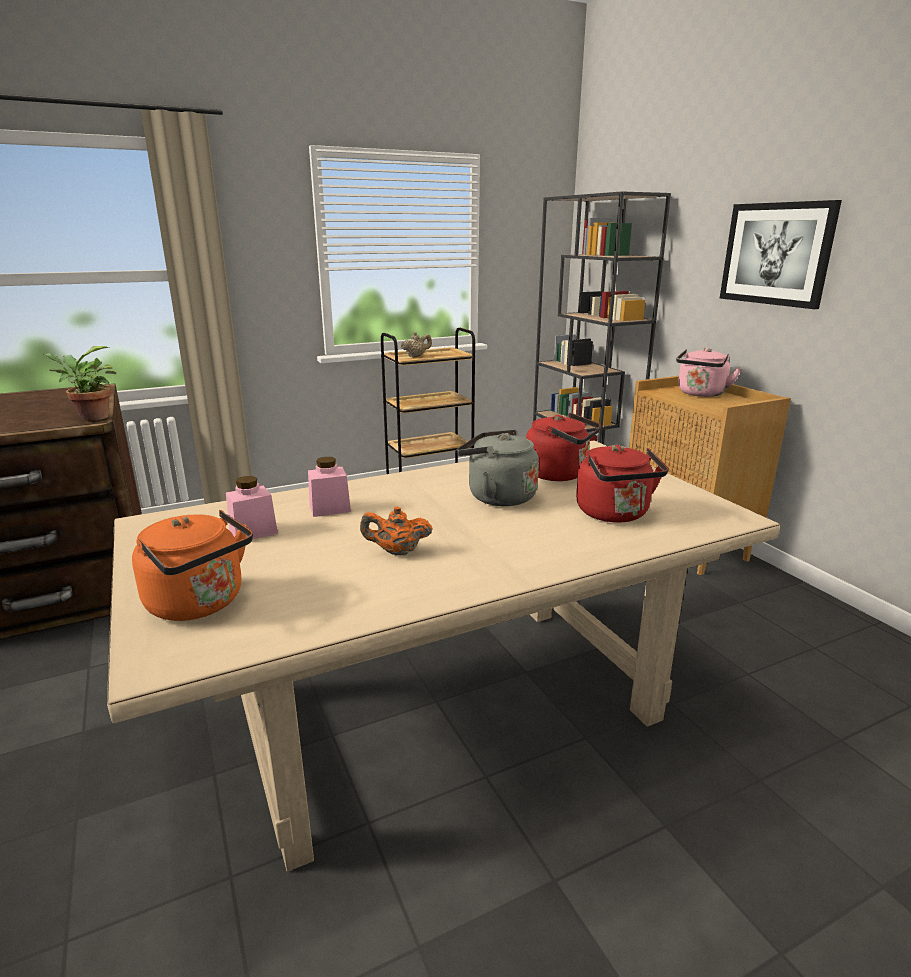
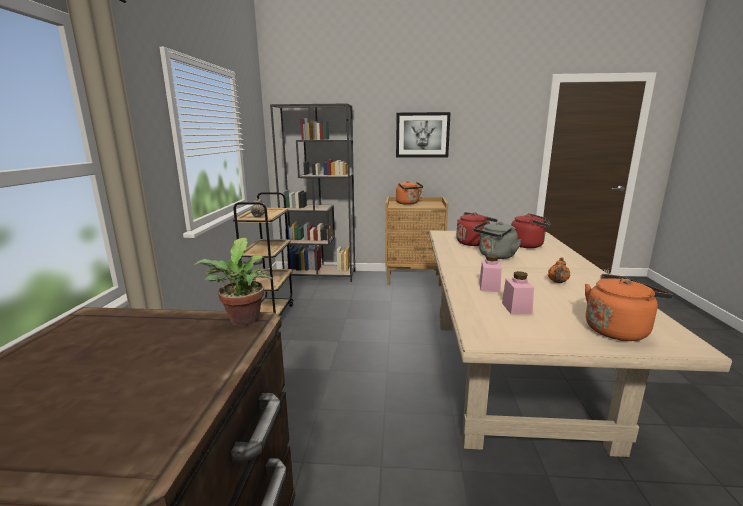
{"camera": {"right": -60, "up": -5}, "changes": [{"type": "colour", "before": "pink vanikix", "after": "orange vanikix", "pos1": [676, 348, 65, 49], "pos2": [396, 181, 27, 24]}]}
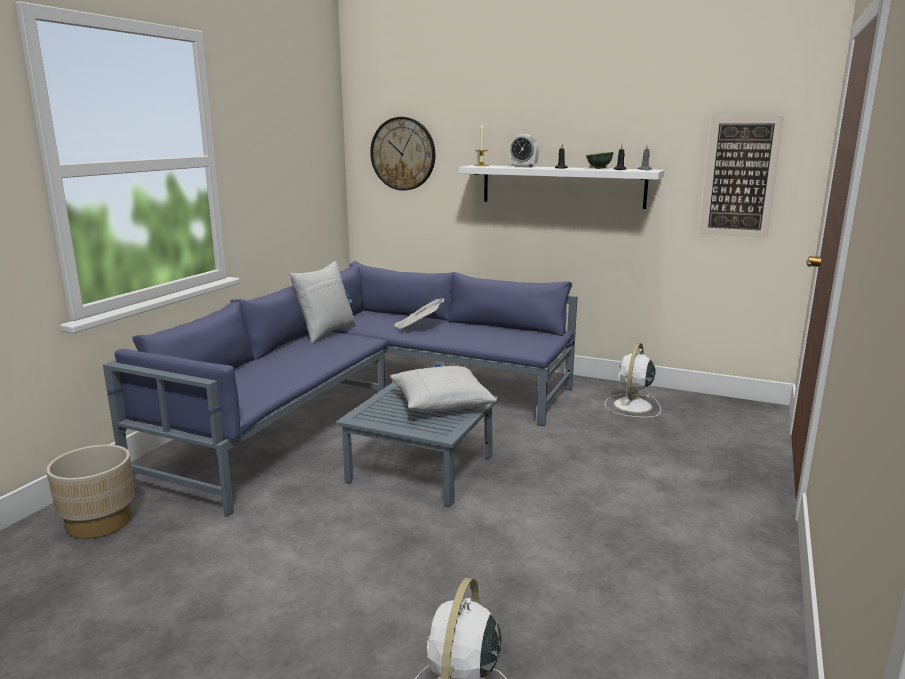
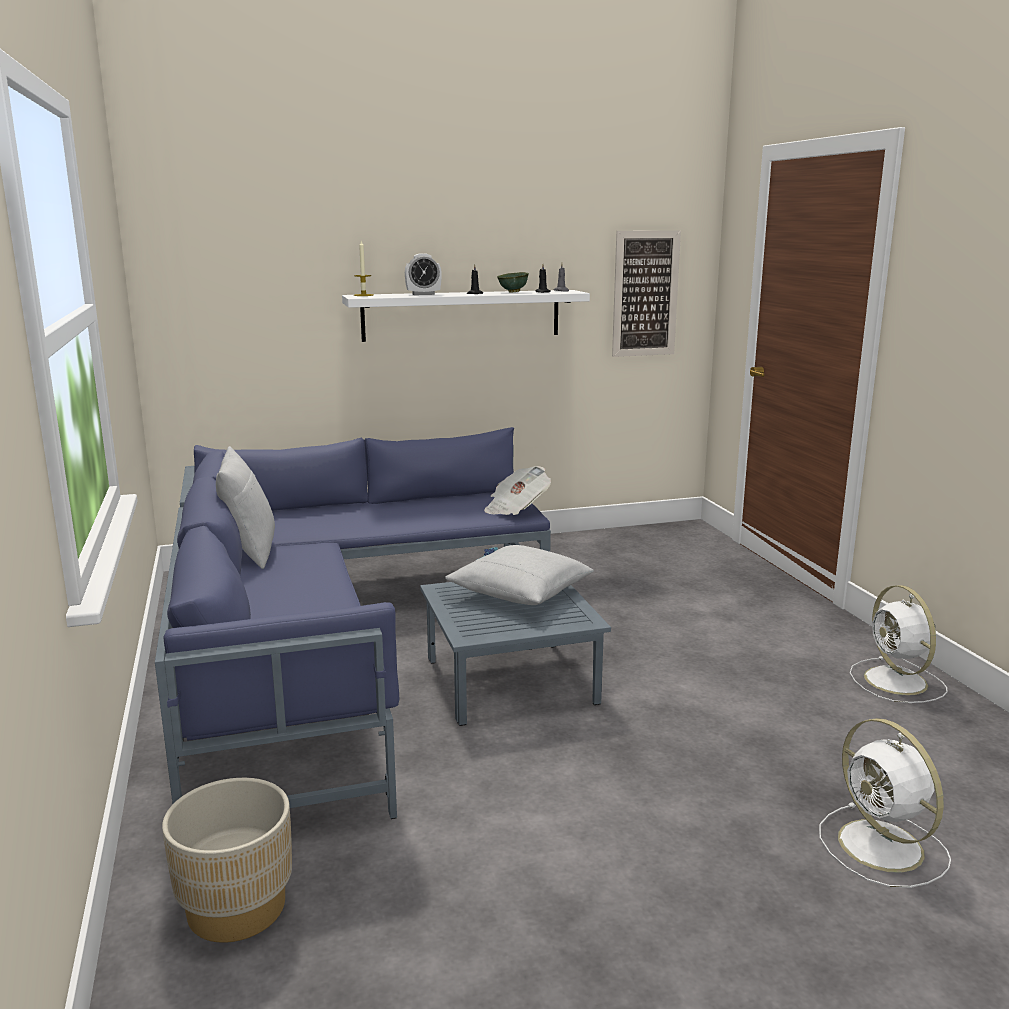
{"camera": {"right": -40, "up": 0}, "changes": [{"type": "missing", "before": "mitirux", "pos1": [370, 117, 65, 74]}, {"type": "relocated", "before": "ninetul", "pos1": [395, 298, 49, 31], "pos2": [484, 466, 67, 49]}, {"type": "relocated", "before": "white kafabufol", "pos1": [605, 343, 56, 75], "pos2": [850, 585, 98, 118]}]}
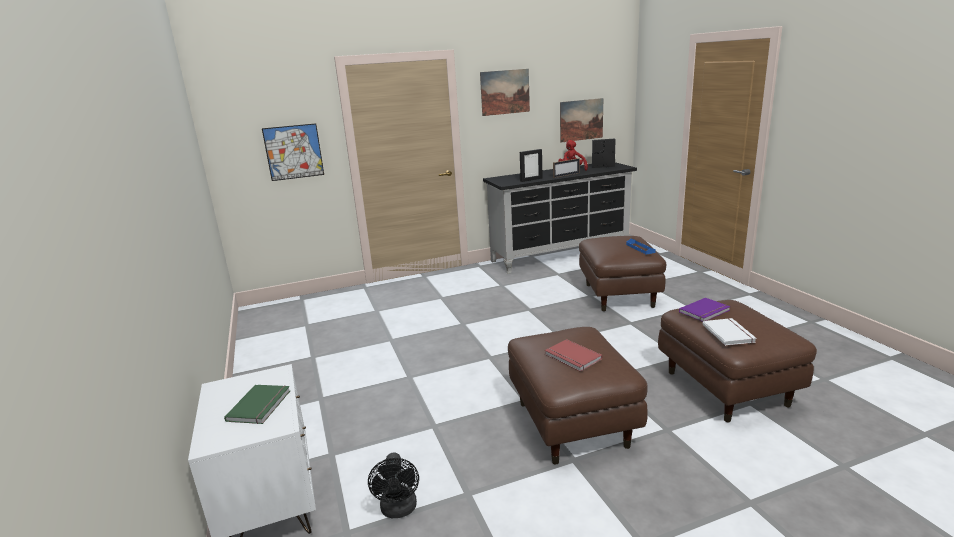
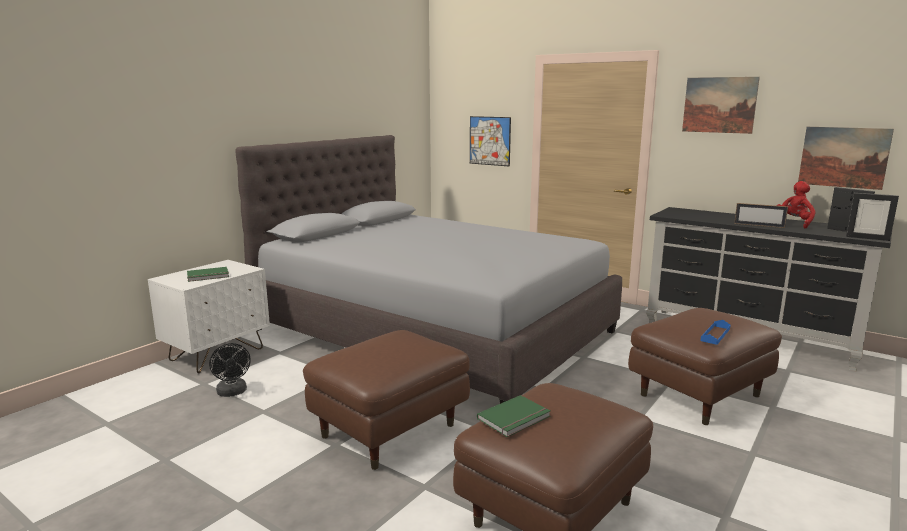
{"camera": {"right": 55, "up": -5}, "changes": [{"type": "spun", "before": "black kafabufol", "pos1": [368, 452, 51, 66], "pos2": [209, 343, 42, 54], "turn": -75}, {"type": "relocated", "before": "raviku", "pos1": [520, 149, 23, 33], "pos2": [846, 193, 53, 48]}, {"type": "missing", "before": "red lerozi", "pos1": [545, 339, 57, 33]}, {"type": "missing", "before": "purple lerozi", "pos1": [679, 298, 51, 24]}, {"type": "colour", "before": "white lerozi", "after": "green lerozi", "pos1": [703, 318, 53, 28], "pos2": [477, 395, 73, 42]}, {"type": "appeared", "after": "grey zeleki", "pos2": [235, 135, 387, 269]}]}
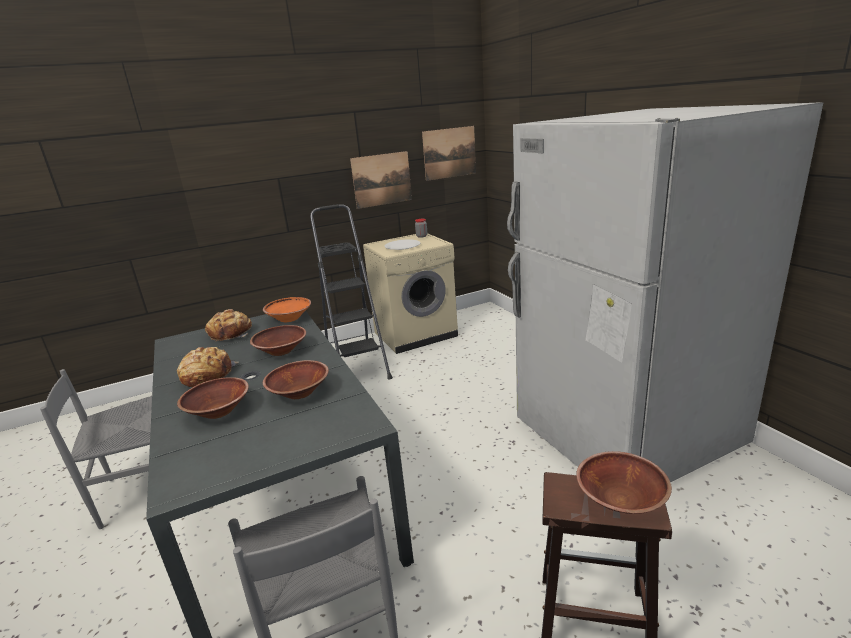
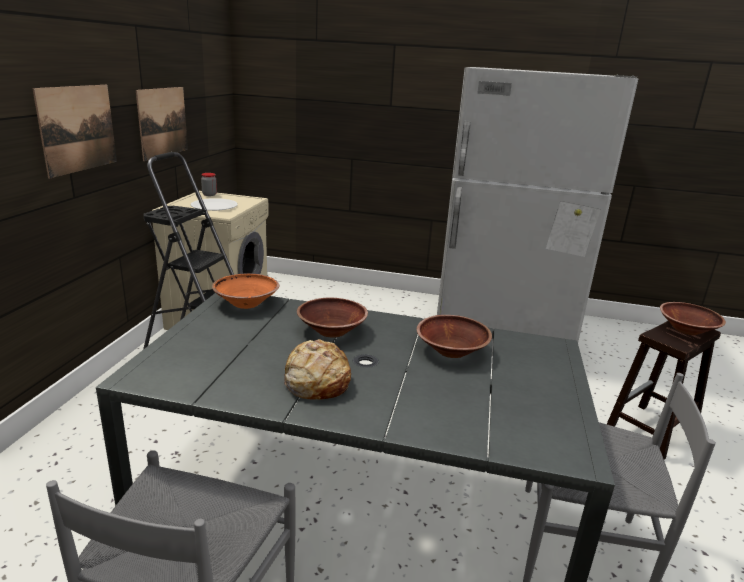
{"camera": {"right": -55, "up": 0}, "changes": [{"type": "missing", "before": "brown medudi", "pos1": [177, 377, 72, 42]}, {"type": "missing", "before": "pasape", "pos1": [205, 309, 47, 32]}, {"type": "relocated", "before": "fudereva", "pos1": [422, 126, 54, 55], "pos2": [32, 85, 85, 93]}]}
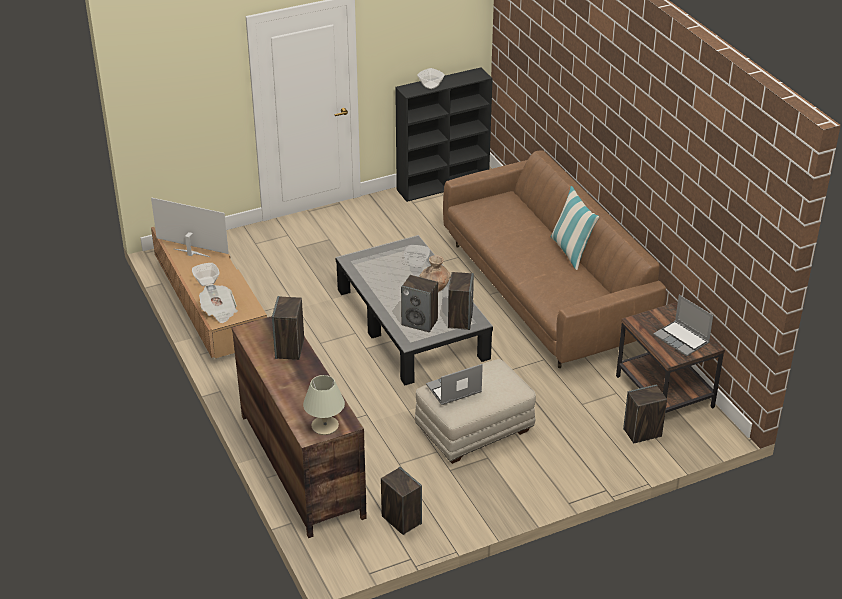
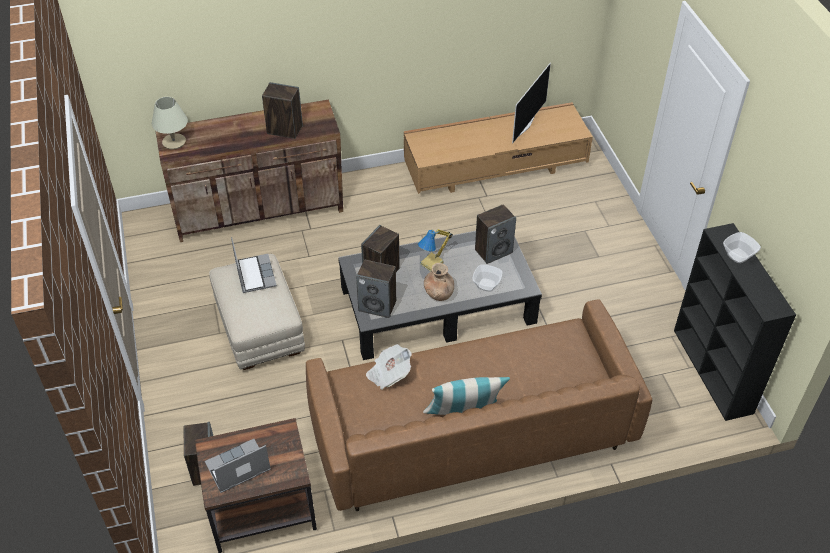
{"camera": {"right": 100, "up": 10}, "changes": [{"type": "missing", "before": "medudi", "pos1": [192, 263, 28, 23]}, {"type": "relocated", "before": "ninetul", "pos1": [199, 284, 39, 39], "pos2": [366, 344, 46, 46]}, {"type": "relocated", "before": "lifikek", "pos1": [381, 467, 41, 68], "pos2": [475, 204, 41, 60]}, {"type": "appeared", "after": "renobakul", "pos2": [418, 229, 35, 42]}]}
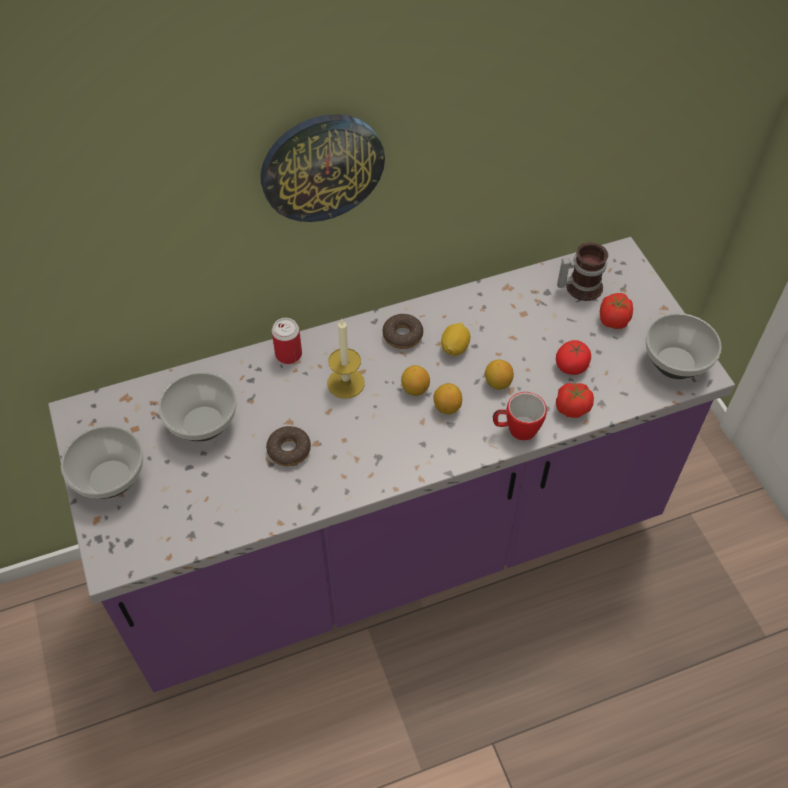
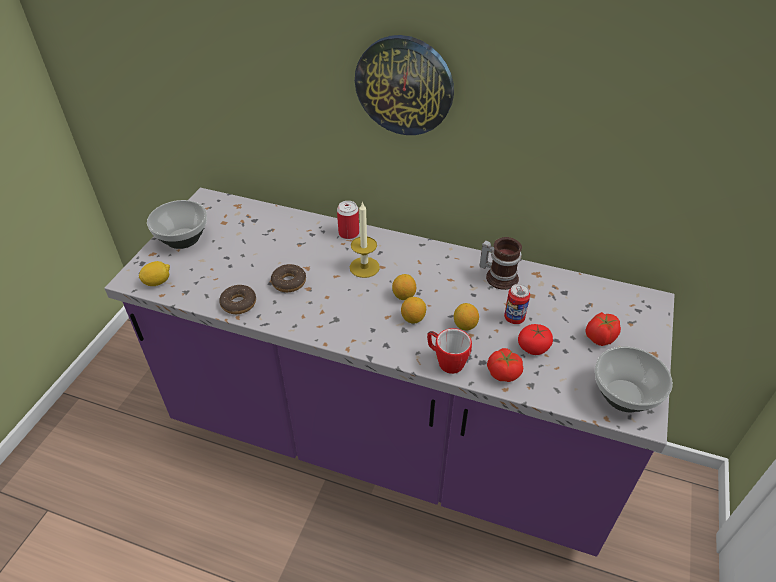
{"camera": {"right": 40, "up": -10}, "changes": [{"type": "missing", "before": "medudi", "pos1": [158, 372, 79, 69]}, {"type": "relocated", "before": "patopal", "pos1": [383, 314, 40, 35], "pos2": [219, 285, 37, 29]}, {"type": "relocated", "before": "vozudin", "pos1": [441, 323, 29, 33], "pos2": [139, 261, 31, 25]}, {"type": "relocated", "before": "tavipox", "pos1": [557, 242, 51, 59], "pos2": [480, 237, 42, 53]}, {"type": "appeared", "after": "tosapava", "pos2": [504, 284, 26, 40]}]}
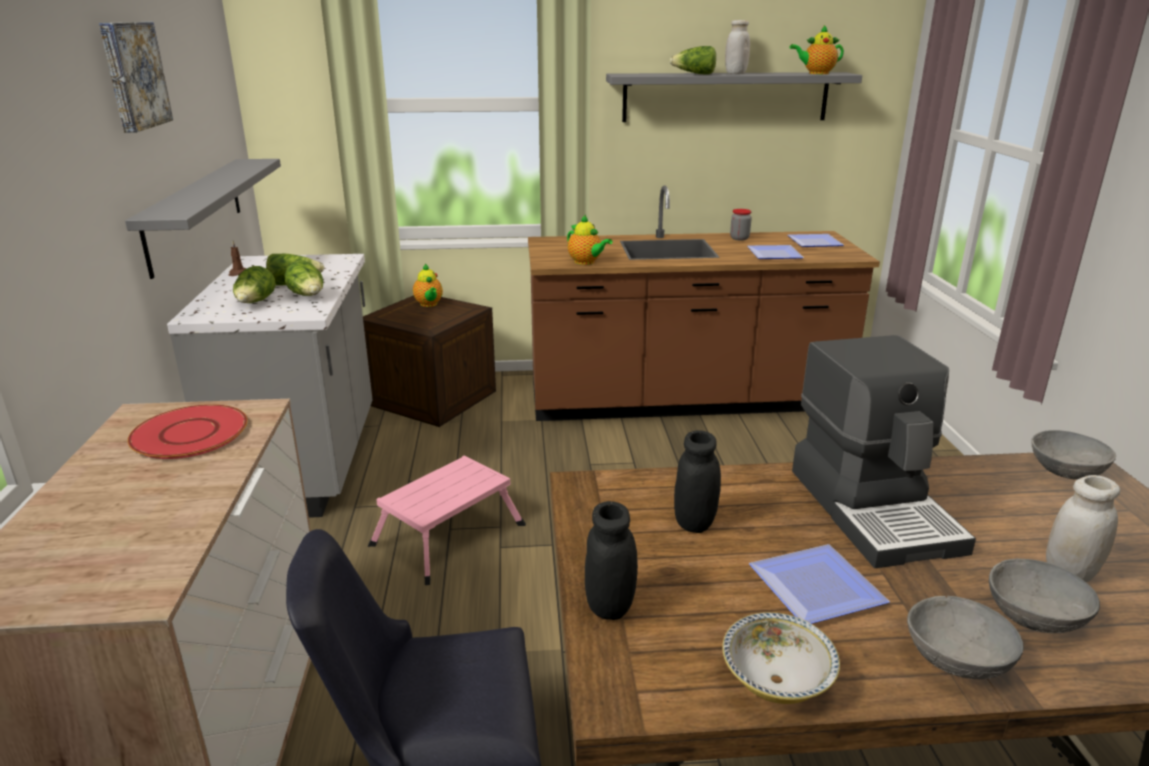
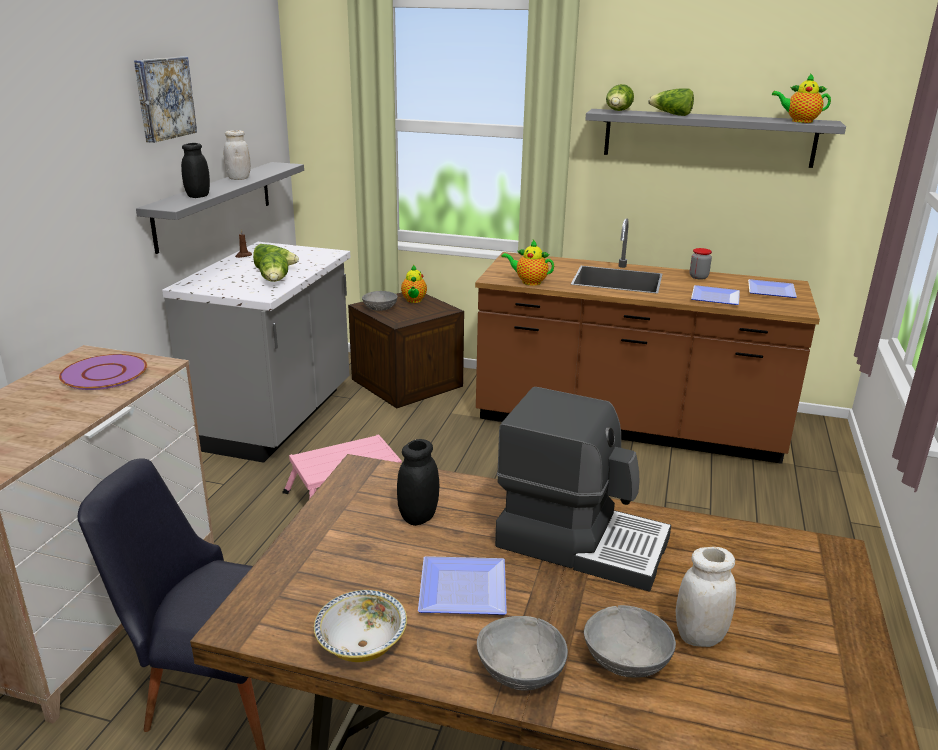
{"camera": {"right": 20, "up": 0}, "changes": [{"type": "colour", "before": "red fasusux", "after": "purple fasusux", "pos1": [127, 404, 121, 55], "pos2": [59, 354, 88, 36]}, {"type": "relocated", "before": "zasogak", "pos1": [233, 266, 43, 37], "pos2": [606, 84, 28, 27]}, {"type": "spun", "before": "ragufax", "pos1": [567, 215, 46, 50], "pos2": [501, 240, 53, 46], "turn": 135}, {"type": "relocated", "before": "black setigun", "pos1": [585, 501, 53, 119], "pos2": [181, 143, 29, 55]}, {"type": "relocated", "before": "white setigun", "pos1": [725, 20, 25, 54], "pos2": [224, 130, 27, 50]}, {"type": "spun", "before": "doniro", "pos1": [792, 335, 184, 233], "pos2": [495, 387, 176, 205], "turn": -75}, {"type": "relocated", "before": "grey medudi", "pos1": [1031, 430, 85, 50], "pos2": [362, 291, 35, 20]}]}
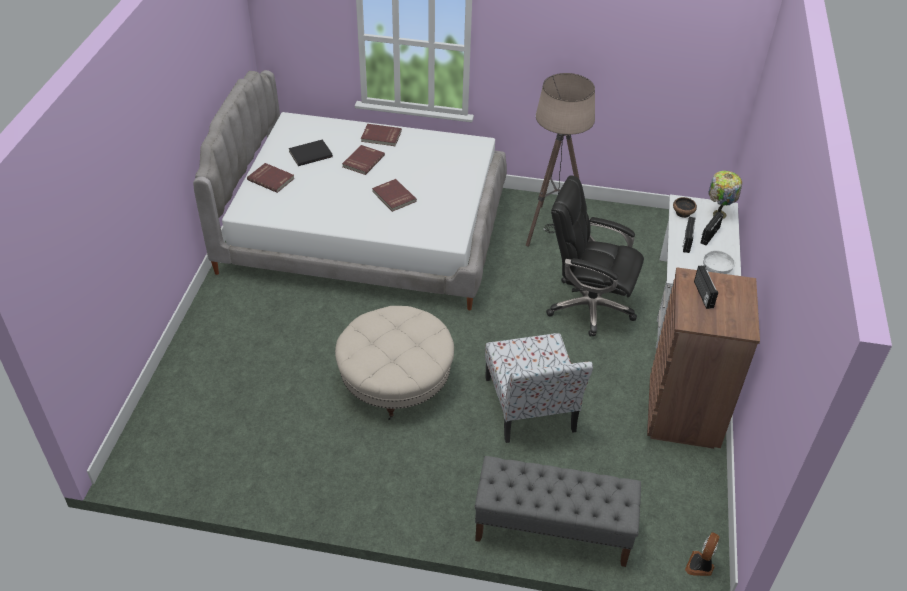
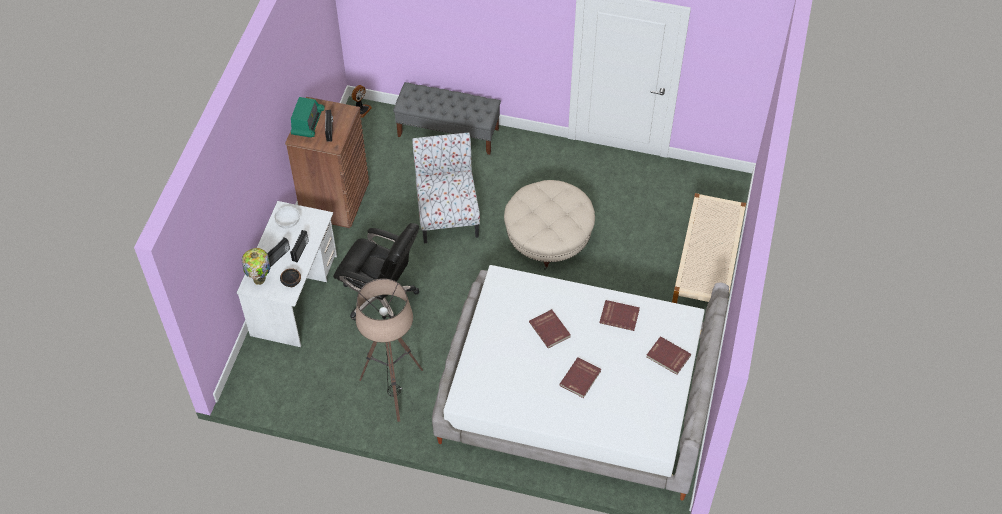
{"camera": {"right": -175, "up": 10}, "changes": [{"type": "missing", "before": "black lerozi", "pos1": [289, 139, 44, 27]}, {"type": "relocated", "before": "red lerozi", "pos1": [361, 124, 41, 22], "pos2": [599, 300, 41, 31]}, {"type": "appeared", "after": "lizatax", "pos2": [291, 97, 34, 40]}, {"type": "appeared", "after": "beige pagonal", "pos2": [672, 193, 74, 110]}]}
